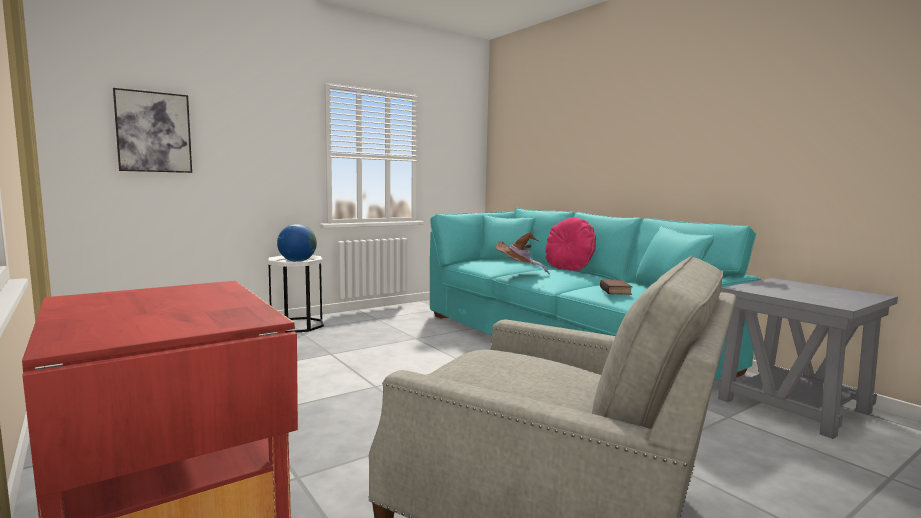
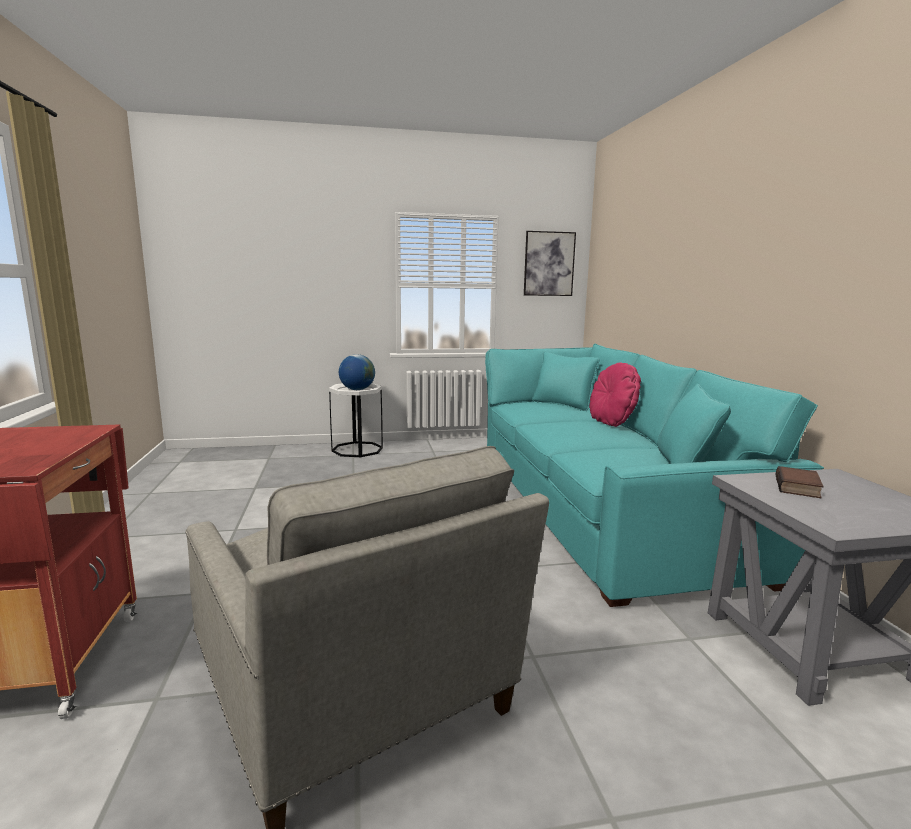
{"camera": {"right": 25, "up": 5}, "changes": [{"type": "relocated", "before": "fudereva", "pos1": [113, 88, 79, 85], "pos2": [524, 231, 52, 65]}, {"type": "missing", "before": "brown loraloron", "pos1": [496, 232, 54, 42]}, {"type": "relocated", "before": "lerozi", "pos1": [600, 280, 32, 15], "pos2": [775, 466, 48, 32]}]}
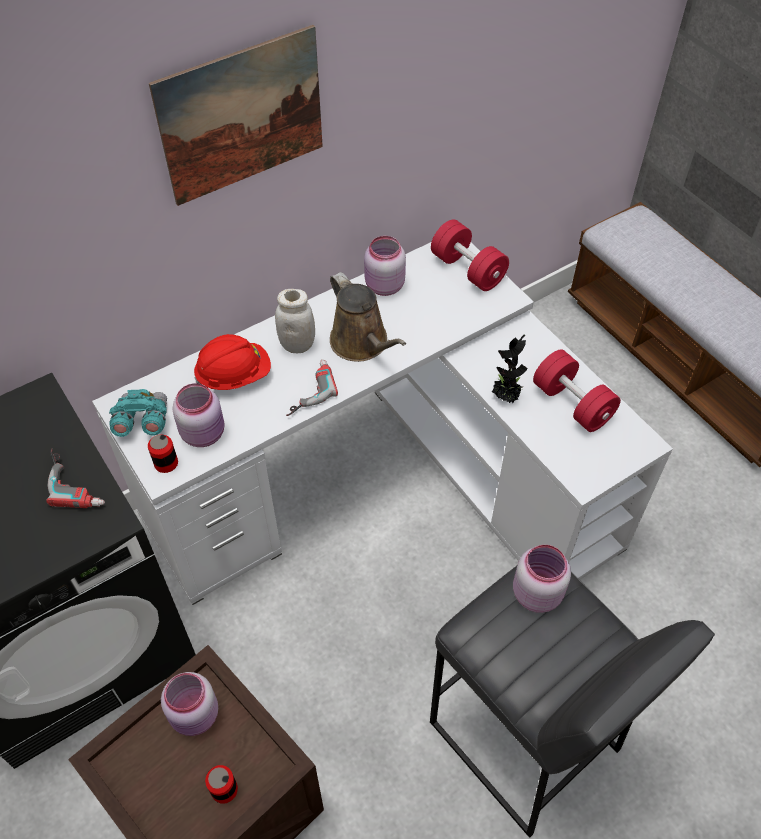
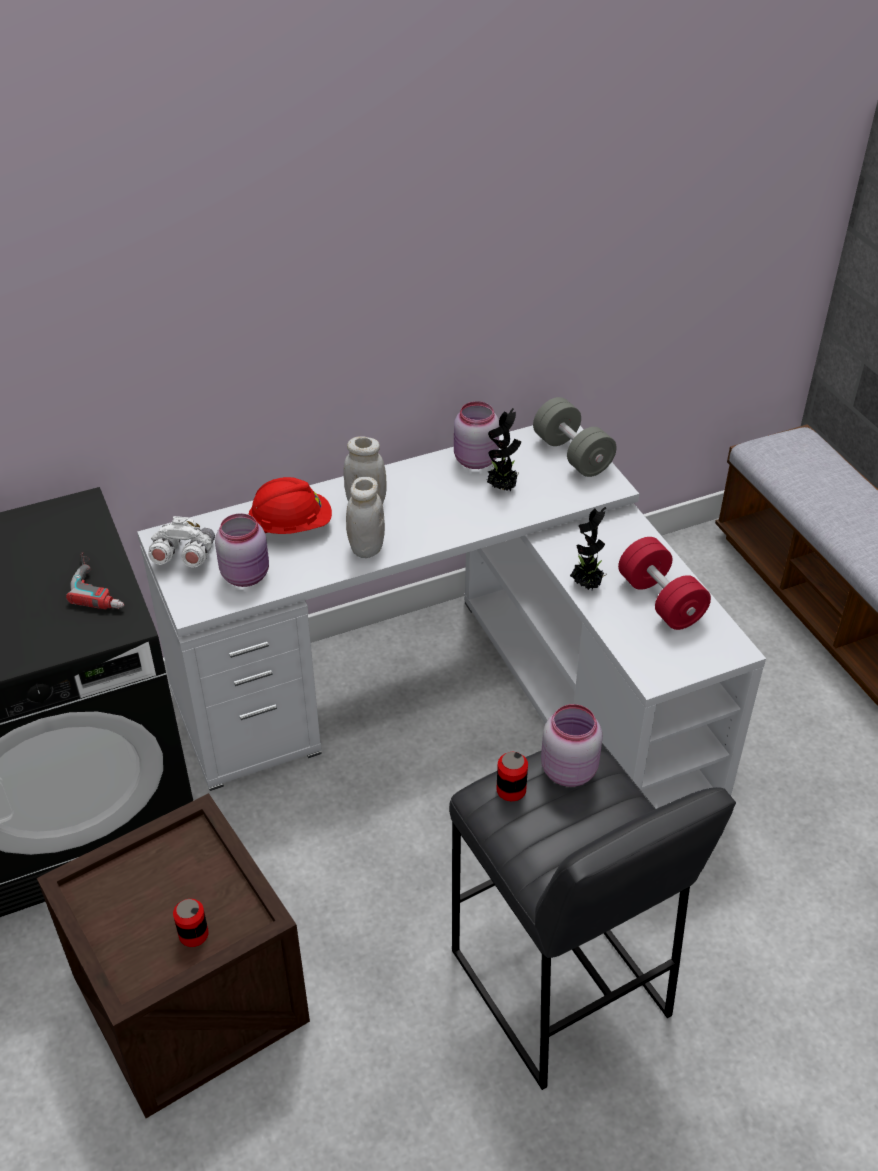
{"camera": {"right": 10, "up": -10}, "changes": [{"type": "colour", "before": "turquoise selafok", "after": "white selafok", "pos1": [109, 389, 58, 48], "pos2": [148, 516, 67, 52]}, {"type": "relocated", "before": "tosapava", "pos1": [148, 435, 30, 38], "pos2": [496, 752, 32, 49]}, {"type": "missing", "before": "fudereva", "pos1": [149, 25, 174, 181]}, {"type": "missing", "before": "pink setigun", "pos1": [161, 672, 57, 64]}, {"type": "exchanged", "before": "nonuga", "after": "white setigun", "pos1": [286, 359, 52, 57], "pos2": [346, 477, 39, 81]}, {"type": "missing", "before": "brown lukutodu", "pos1": [330, 272, 76, 90]}, {"type": "colour", "before": "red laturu", "after": "grey laturu", "pos1": [431, 219, 78, 72], "pos2": [533, 397, 83, 80]}, {"type": "appeared", "after": "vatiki", "pos2": [487, 408, 34, 84]}]}
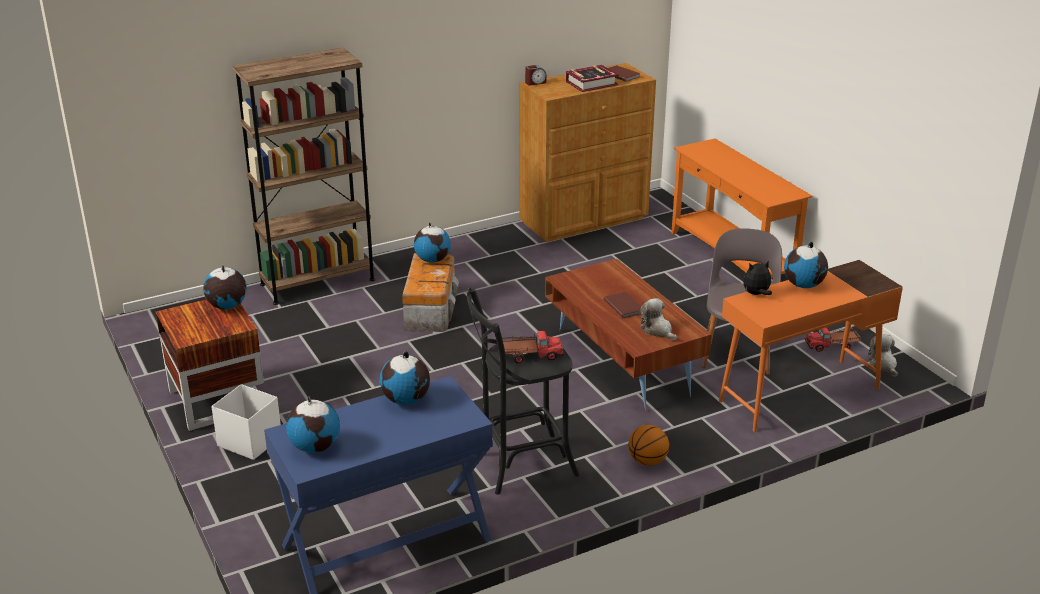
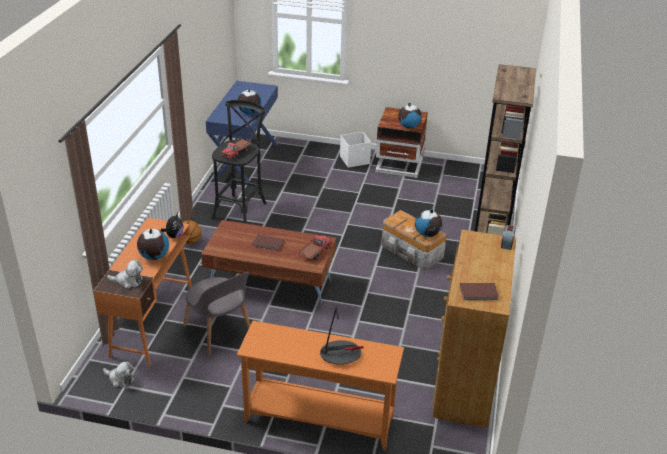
{"camera": {"right": 130, "up": 5}, "changes": [{"type": "missing", "before": "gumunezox", "pos1": [286, 397, 54, 56]}, {"type": "missing", "before": "lerozi", "pos1": [566, 65, 53, 27]}, {"type": "relocated", "before": "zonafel", "pos1": [640, 298, 37, 43], "pos2": [107, 260, 36, 29]}, {"type": "relocated", "before": "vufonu", "pos1": [804, 327, 57, 25], "pos2": [299, 235, 33, 25]}, {"type": "appeared", "after": "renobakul", "pos2": [320, 306, 44, 59]}]}
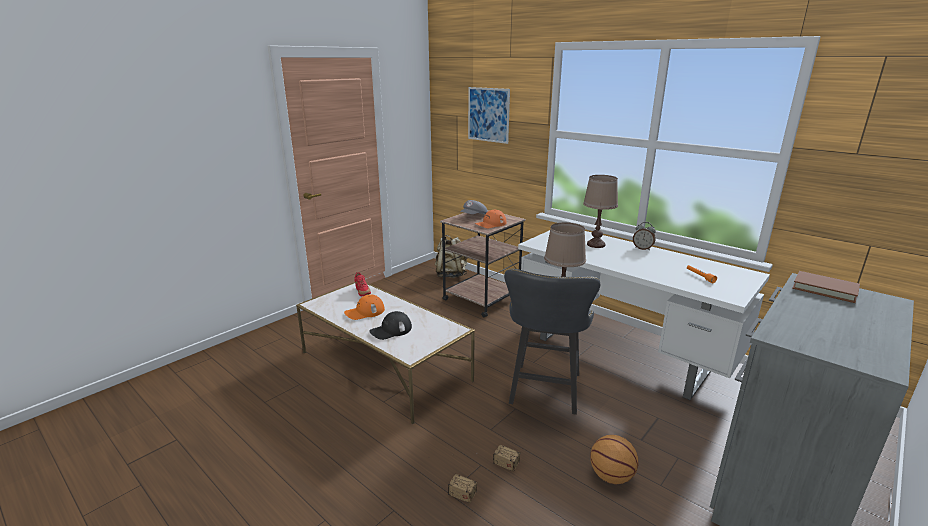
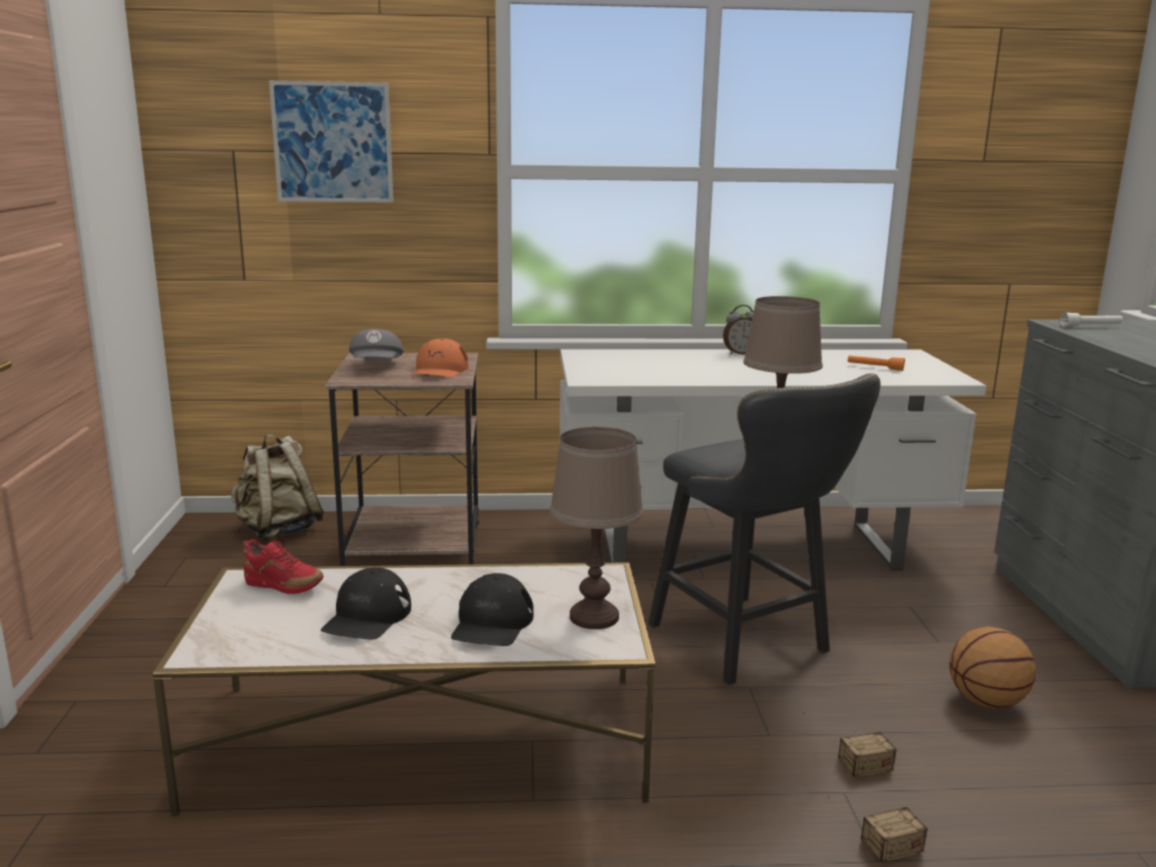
{"camera": {"right": -45, "up": -5}, "changes": [{"type": "colour", "before": "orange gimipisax", "after": "black gimipisax", "pos1": [344, 295, 41, 25], "pos2": [321, 567, 90, 72]}, {"type": "relocated", "before": "brown renobakul", "pos1": [583, 175, 35, 73], "pos2": [550, 427, 94, 202]}, {"type": "exchanged", "before": "brown lerozi", "after": "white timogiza", "pos1": [792, 271, 68, 32], "pos2": [1060, 313, 63, 14]}]}
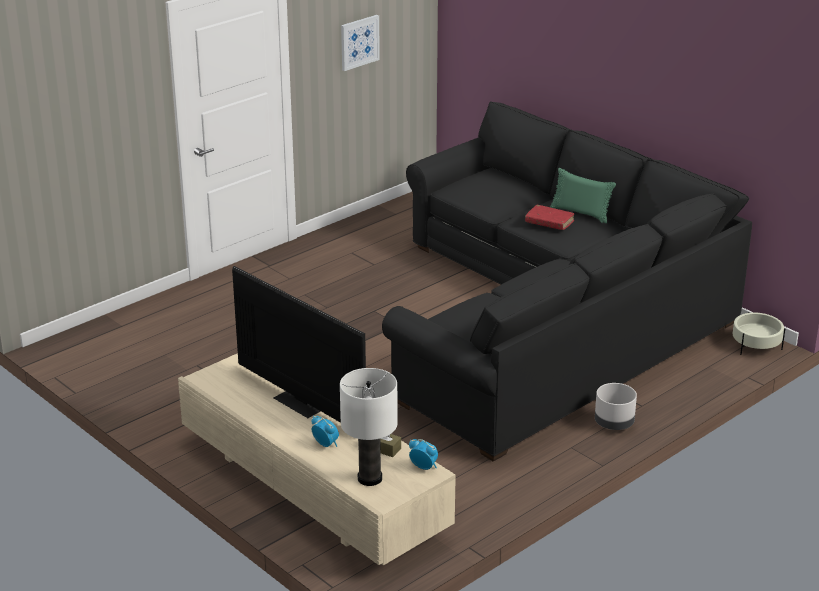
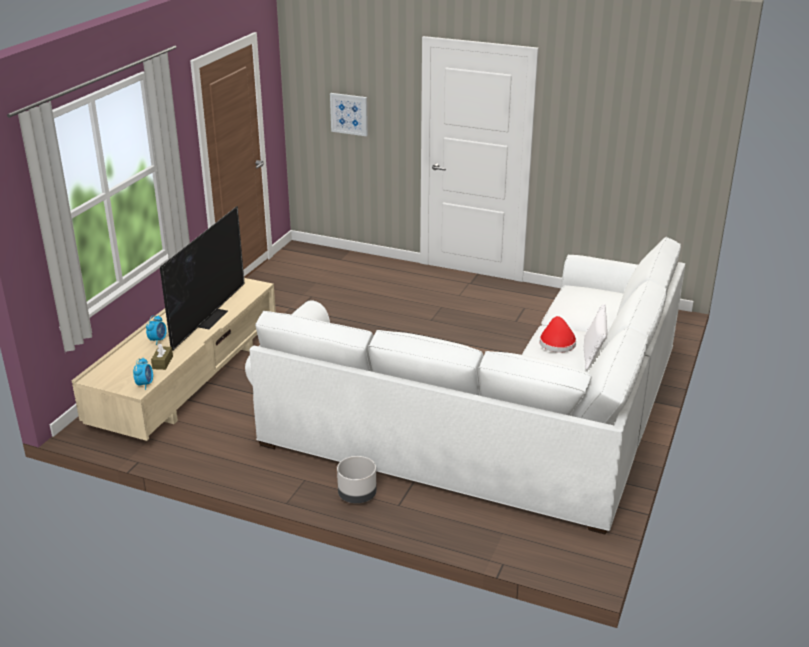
{"camera": {"right": 65, "up": 0}, "changes": [{"type": "missing", "before": "white renobakul", "pos1": [340, 368, 58, 118]}, {"type": "relocated", "before": "fudereva", "pos1": [341, 15, 39, 56], "pos2": [330, 93, 38, 43]}, {"type": "colour", "before": "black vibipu", "after": "white vibipu", "pos1": [382, 101, 370, 361], "pos2": [245, 237, 440, 298]}, {"type": "exchanged", "before": "red lerozi", "after": "red loraloron", "pos1": [525, 205, 49, 25], "pos2": [539, 316, 37, 37]}, {"type": "colour", "before": "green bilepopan", "after": "white bilepopan", "pos1": [550, 168, 66, 55], "pos2": [584, 304, 23, 66]}, {"type": "missing", "before": "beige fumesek", "pos1": [733, 312, 53, 43]}]}
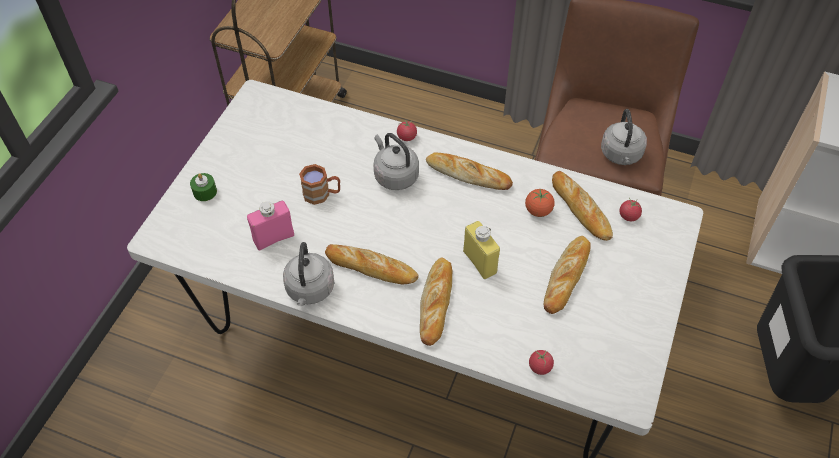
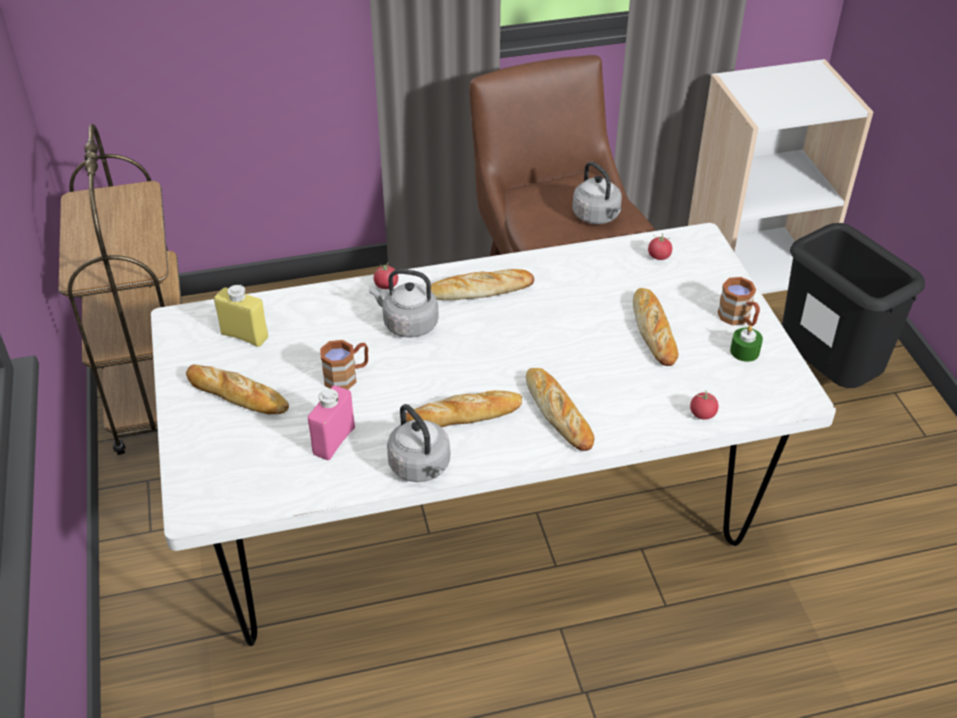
{"camera": {"right": -35, "up": -10}, "changes": [{"type": "relocated", "before": "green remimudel", "pos1": [190, 173, 27, 28], "pos2": [730, 325, 33, 37]}, {"type": "relocated", "before": "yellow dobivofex", "pos1": [463, 221, 37, 58], "pos2": [214, 285, 54, 62]}, {"type": "missing", "before": "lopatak", "pos1": [525, 189, 30, 28]}, {"type": "relocated", "before": "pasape", "pos1": [552, 171, 61, 70], "pos2": [186, 364, 103, 50]}, {"type": "appeared", "after": "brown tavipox", "pos2": [718, 277, 42, 49]}]}
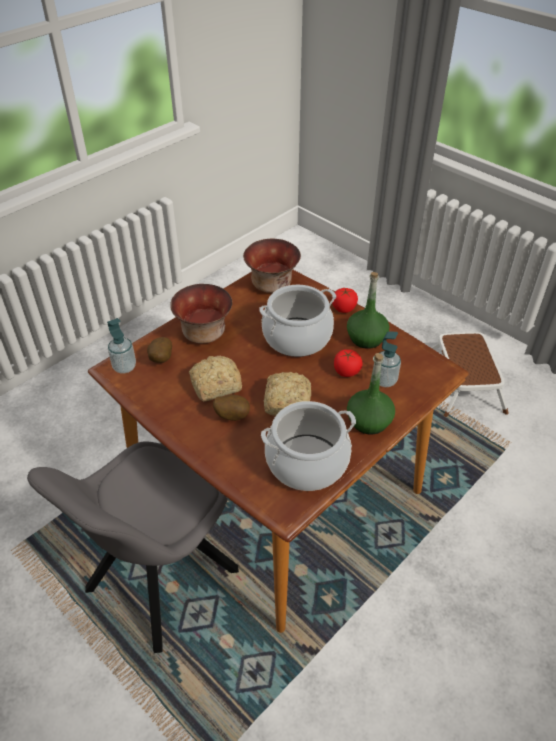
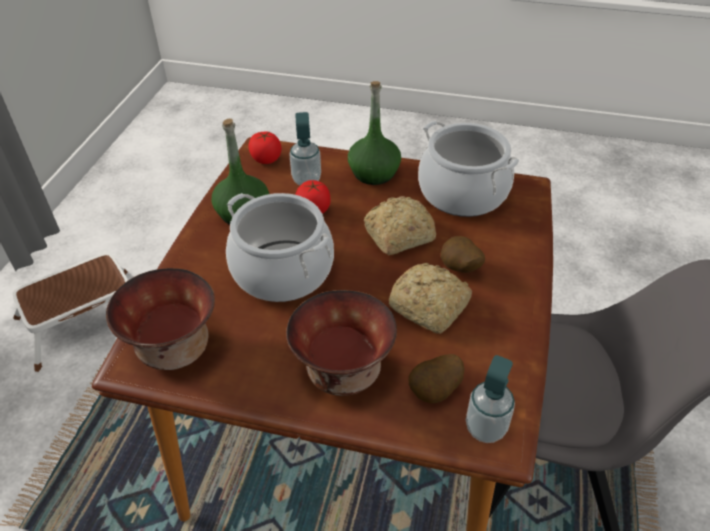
{"camera": {"right": -120, "up": 0}, "changes": [{"type": "relocated", "before": "lopatak", "pos1": [332, 288, 26, 25], "pos2": [248, 131, 34, 33]}]}
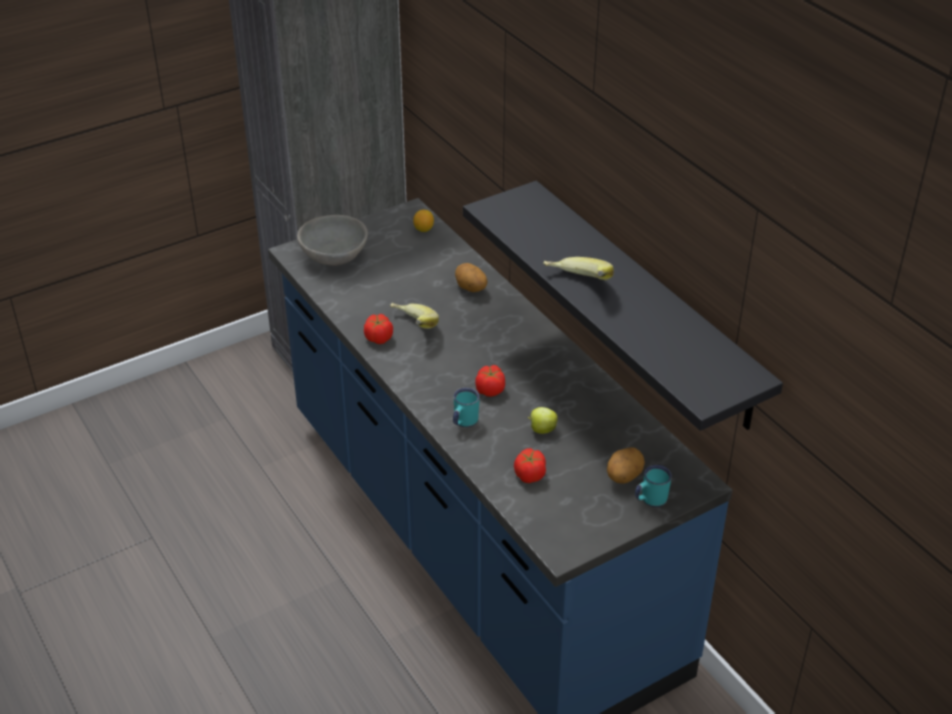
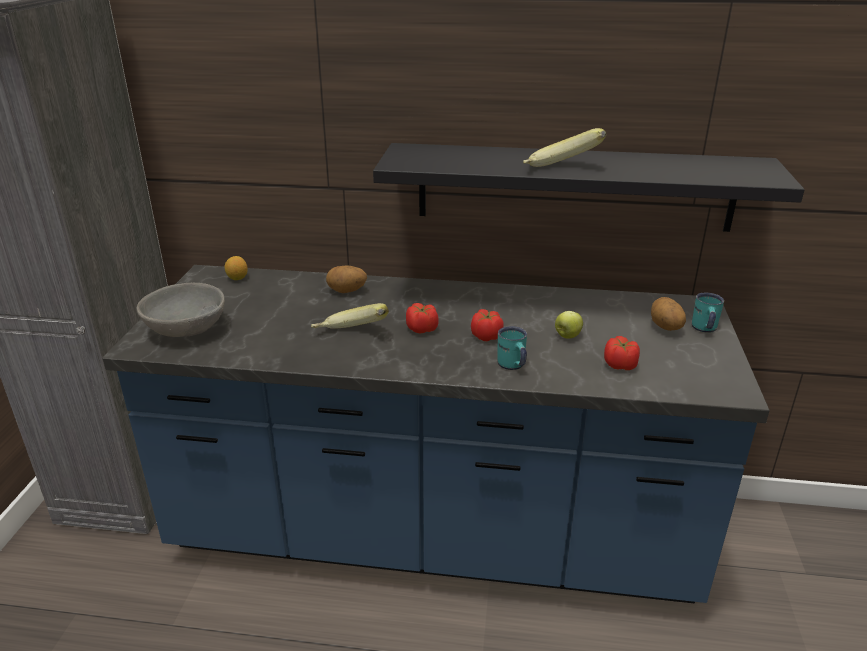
{"camera": {"right": -50, "up": -10}, "changes": [{"type": "relocated", "before": "lopatak", "pos1": [364, 314, 29, 30], "pos2": [406, 303, 33, 30]}]}
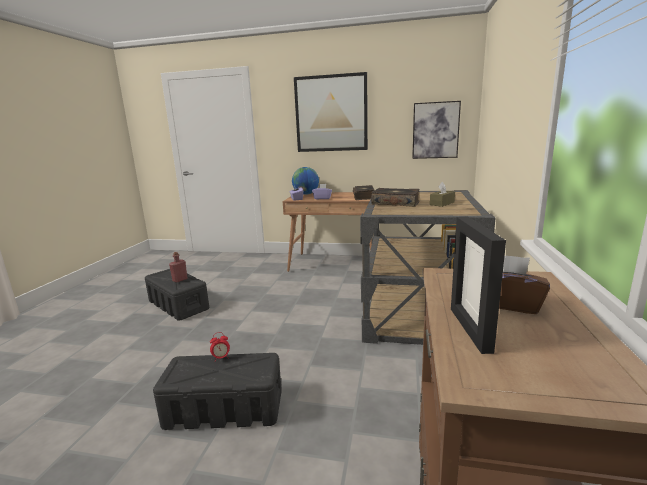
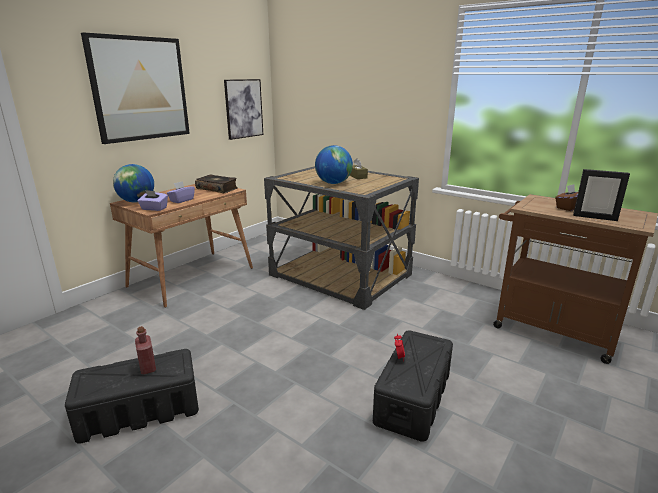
{"camera": {"right": -65, "up": 5}, "changes": [{"type": "exchanged", "before": "lerozi", "after": "gumunezox", "pos1": [371, 188, 49, 19], "pos2": [315, 145, 38, 39]}]}
